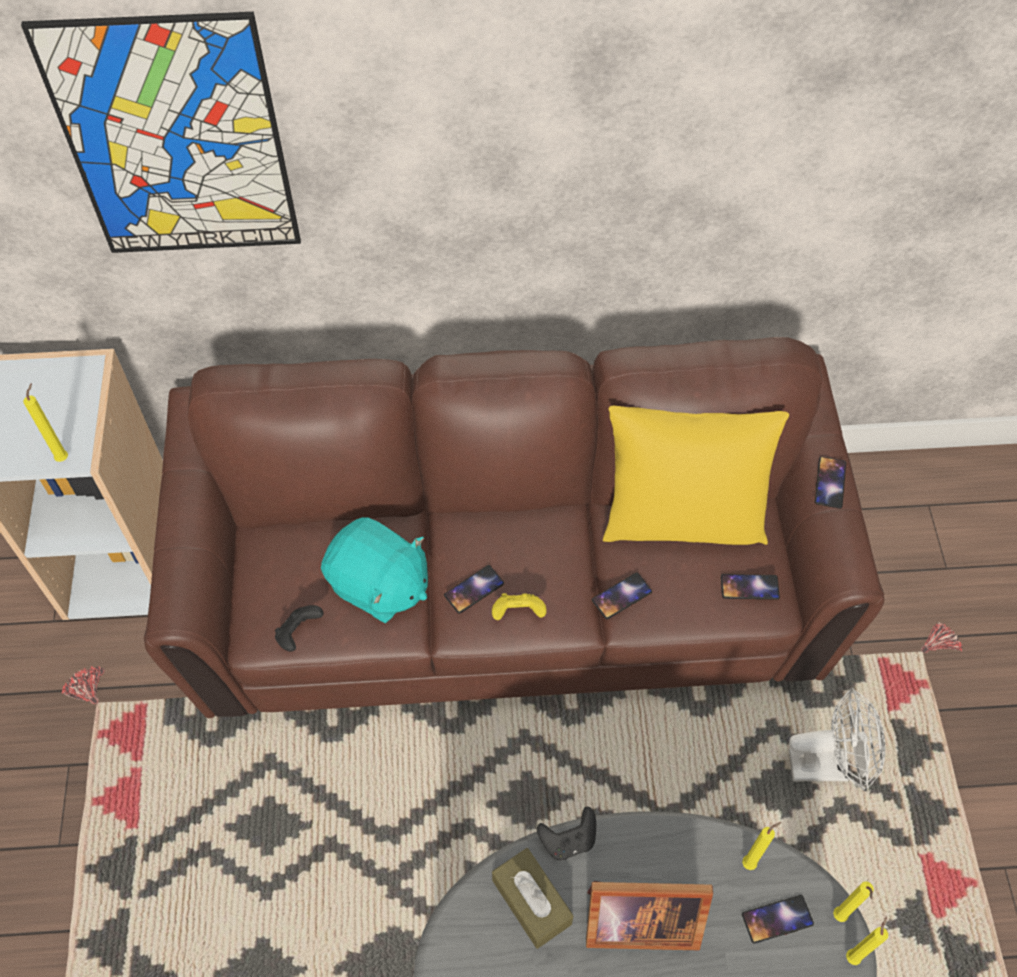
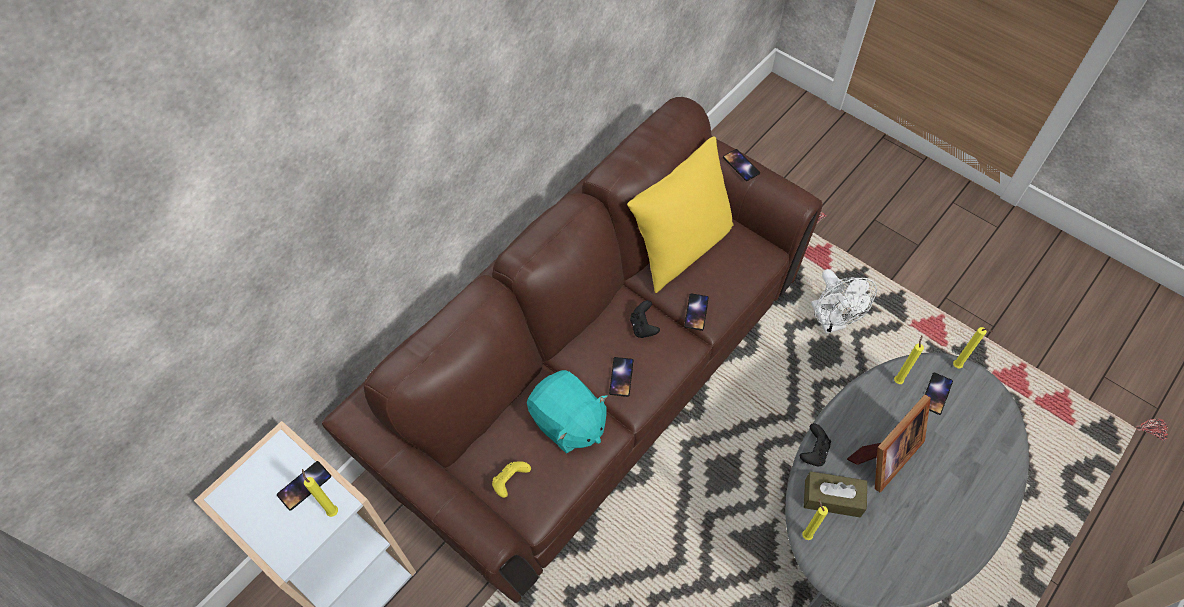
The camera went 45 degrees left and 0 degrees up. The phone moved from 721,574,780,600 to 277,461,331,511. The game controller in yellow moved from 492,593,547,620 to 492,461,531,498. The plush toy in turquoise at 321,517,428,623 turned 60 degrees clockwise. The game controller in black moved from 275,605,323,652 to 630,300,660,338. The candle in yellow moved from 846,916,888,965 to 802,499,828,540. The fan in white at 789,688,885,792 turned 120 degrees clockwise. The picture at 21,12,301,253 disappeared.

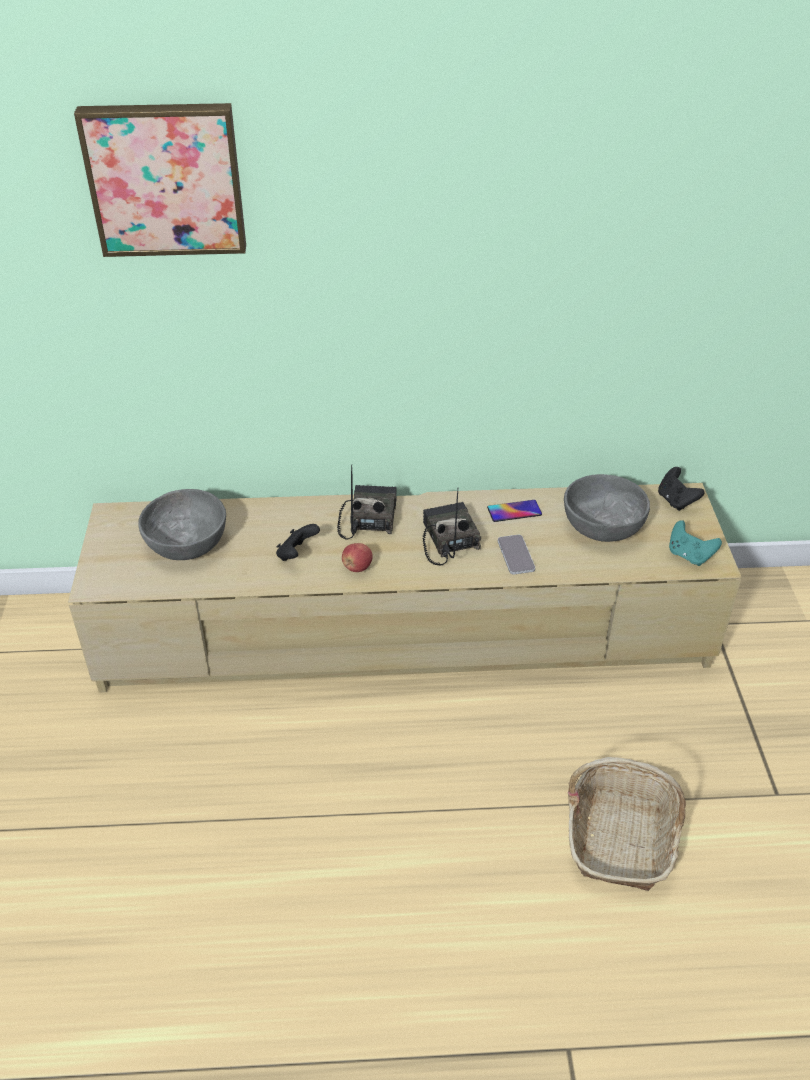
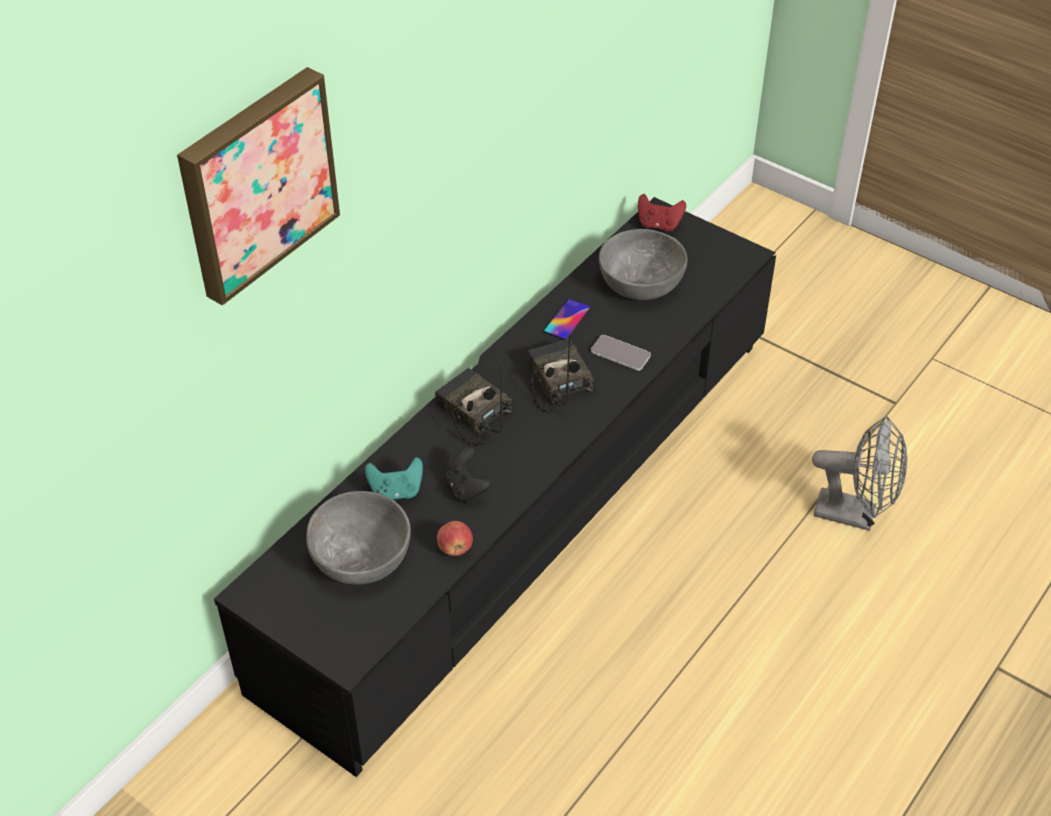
The camera went 50 degrees left and 5 degrees up. The tv stand in beige at 68,483,742,692 became the tv stand in black at 214,197,776,777. The game controller in turquoise moved from 669,520,722,566 to 365,457,423,499. The apple moved from 342,543,373,572 to 437,521,473,556. The radio at 422,487,481,566 turned 45 degrees clockwise. The game controller in black at 658,467,705,511 became the game controller in red at 638,194,686,232. The basket at 568,757,686,891 was replaced by the fan in grey at 812,416,907,531.

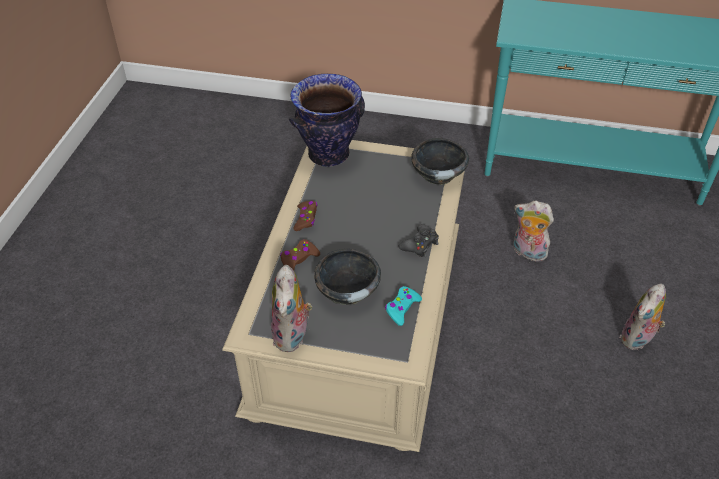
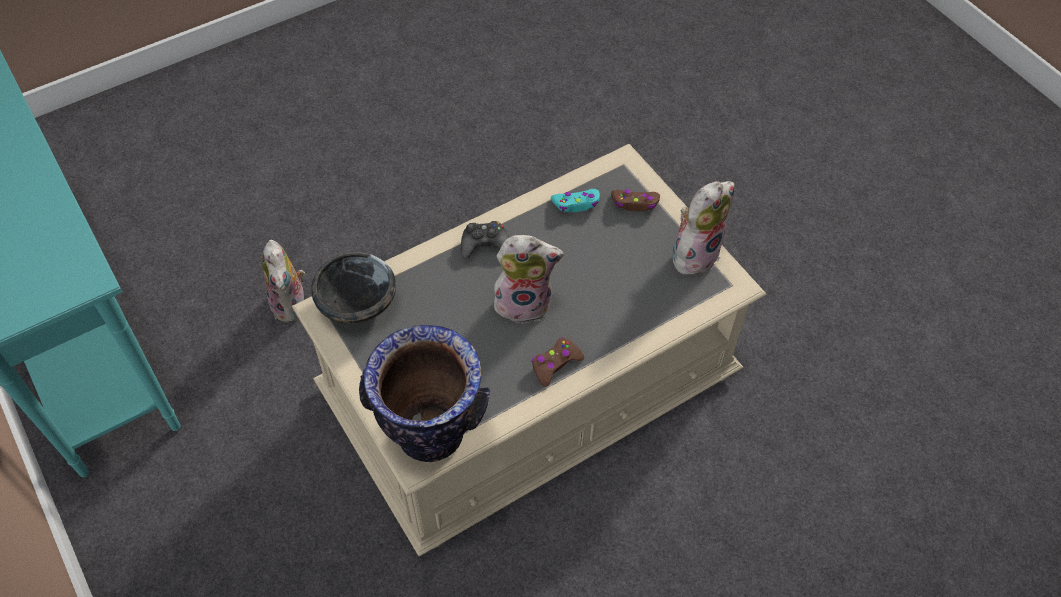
The camera went 135 degrees left and 10 degrees up. The plush toy moved from 620,284,666,350 to 494,235,564,324. The game controller in brown moved from 280,239,320,271 to 611,189,660,211. The bowl in black at 314,249,381,305 disappeared.

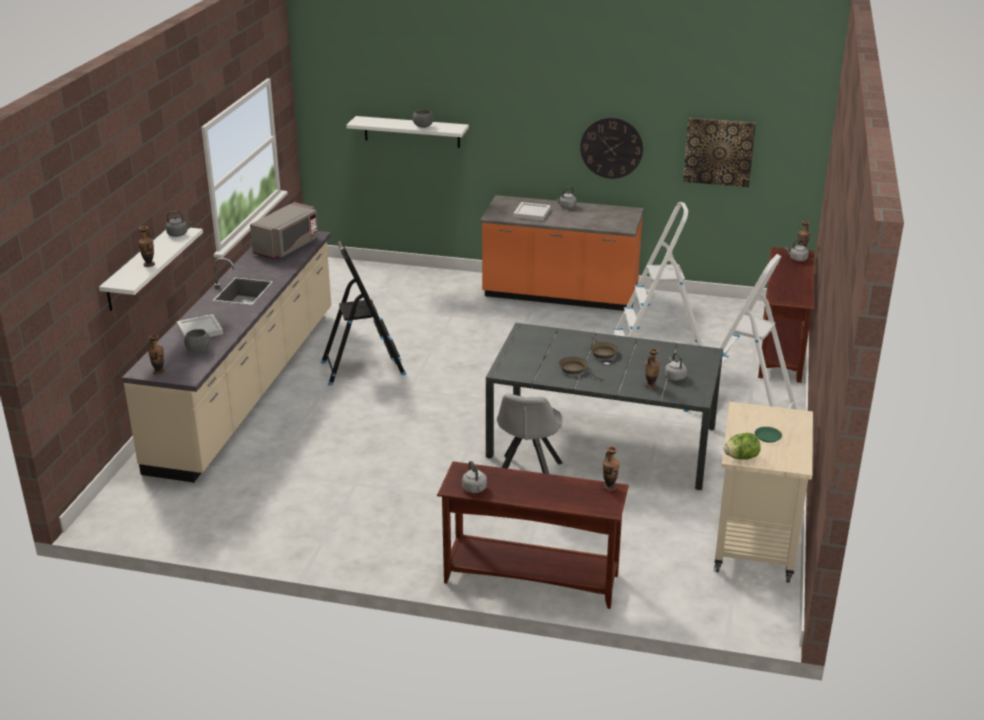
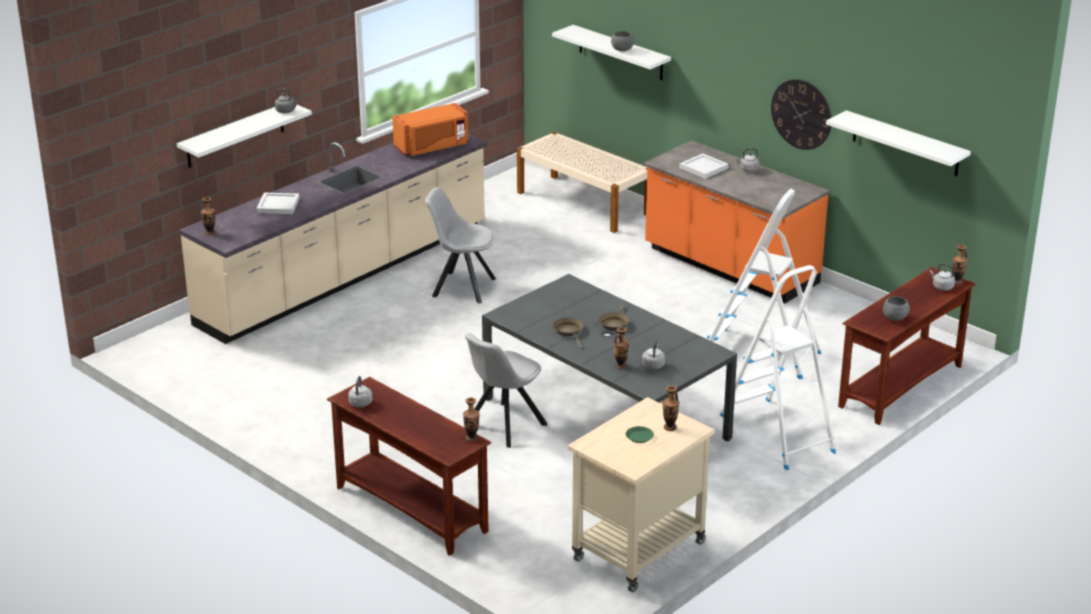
The camera went 30 degrees right and 0 degrees up. The microwave in grey at 250,202,318,259 became the microwave in orange at 392,103,468,156. The step ladder in black at 321,240,406,386 was replaced by the chair in grey at 425,187,496,303. The bench in beige at 517,132,647,233 appeared. The vase moved from 138,226,155,267 to 663,385,680,431. The picture at 683,118,756,187 was replaced by the shelf in white at 826,110,971,176. The bowl in grey moved from 184,329,210,353 to 883,296,910,321. The lettuce at 724,433,761,460 disappeared.

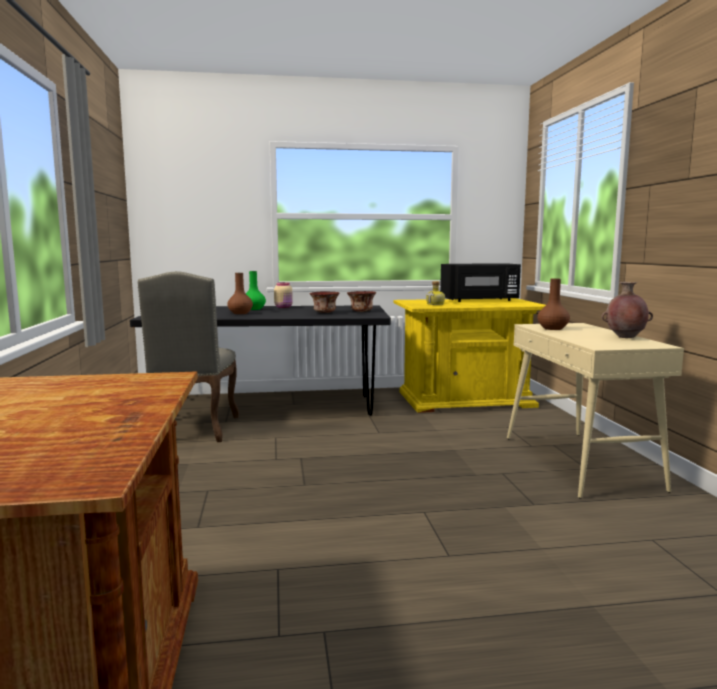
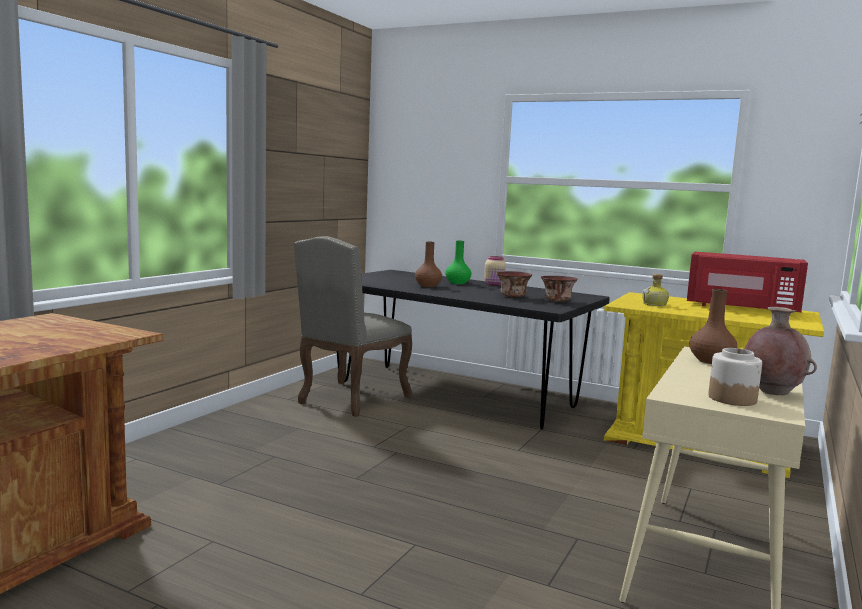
The camera went 35 degrees right and 0 degrees up. The microwave in black at 440,263,521,302 became the microwave in red at 687,252,808,312. The jar at 708,348,762,406 appeared.

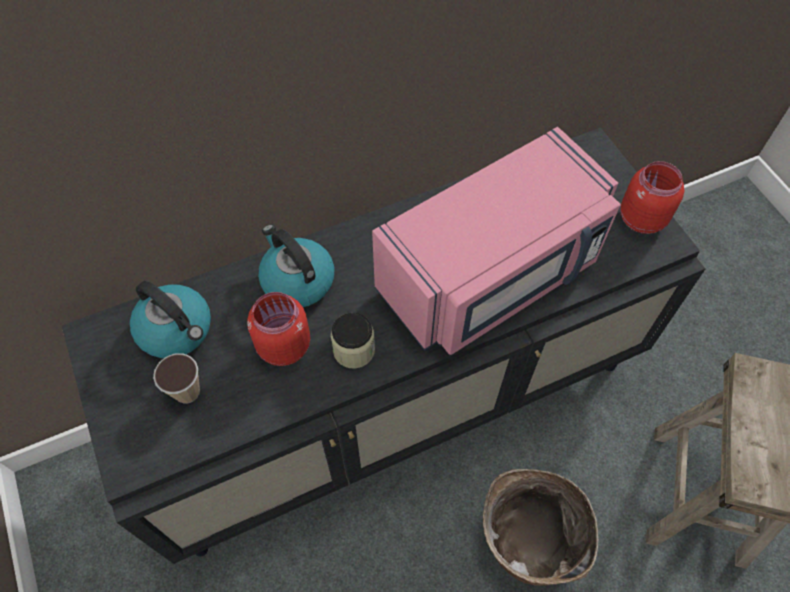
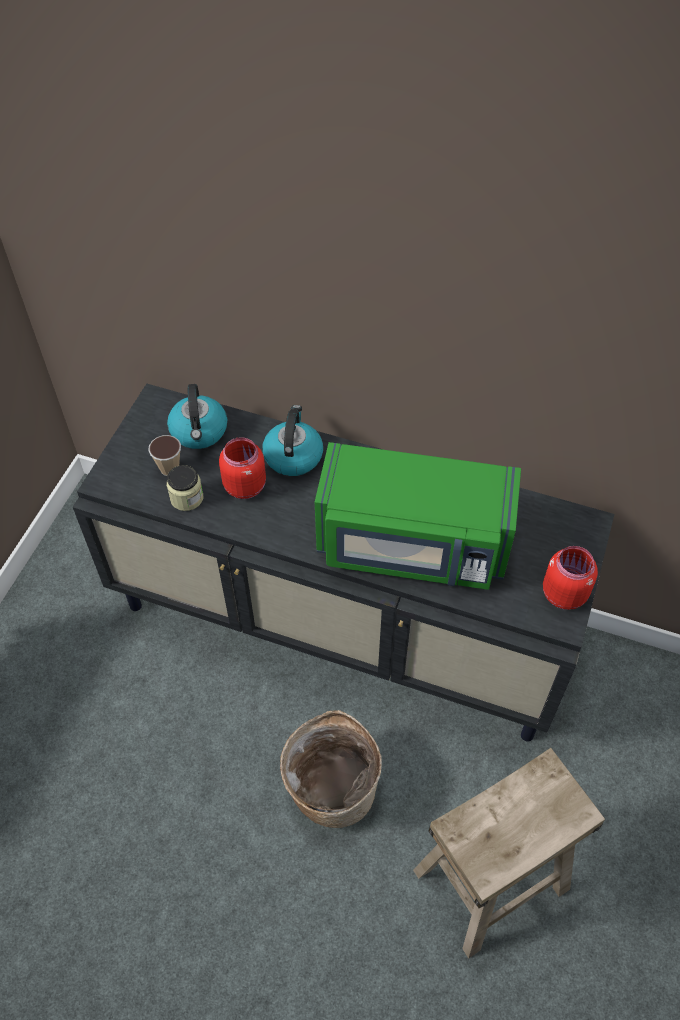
The camera went 45 degrees right and 5 degrees down. The jar moved from 331,313,375,369 to 167,465,203,511. The microwave in pink at 372,127,620,355 became the microwave in green at 315,442,521,590.

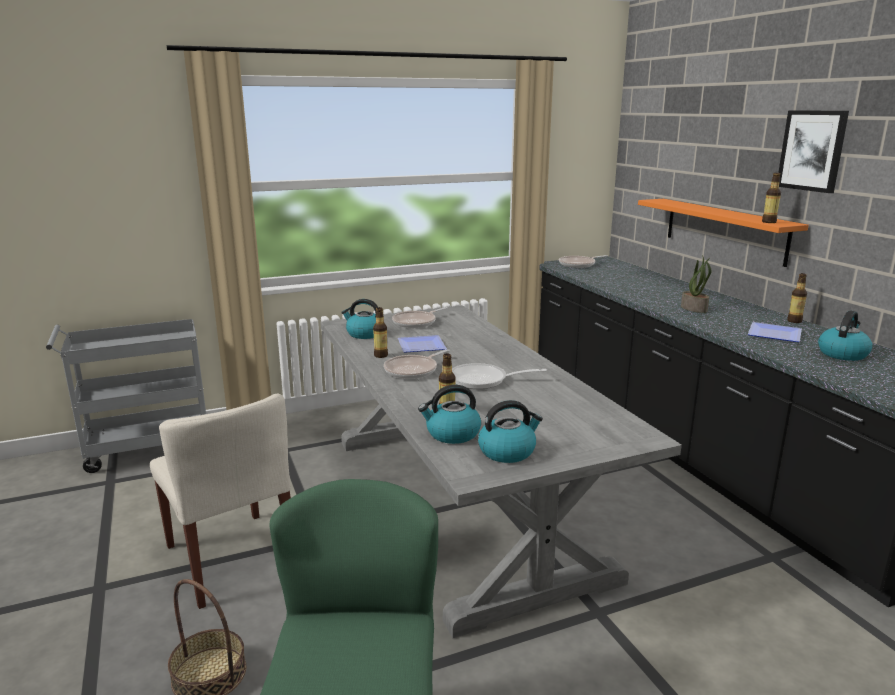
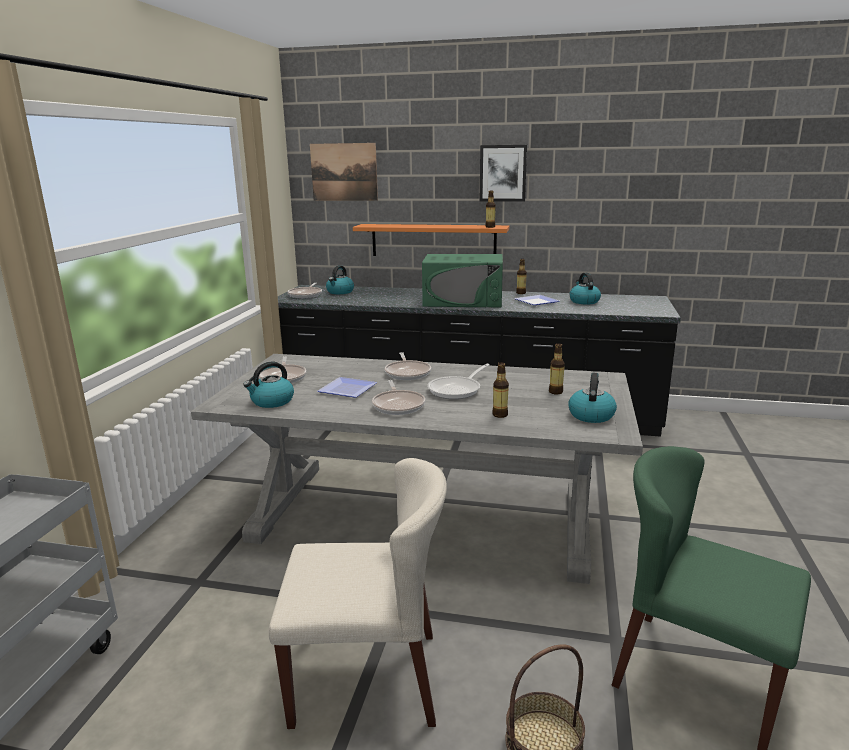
The camera went 55 degrees left and 0 degrees up. The picture at 310,143,378,201 appeared. The kettle moved from 418,385,481,444 to 326,265,354,294. The frying pan at 385,352,431,380 appeared. The potted plant at 681,255,712,313 was replaced by the microwave in green at 422,254,503,307. The bottle moved from 373,307,388,358 to 549,343,565,394.

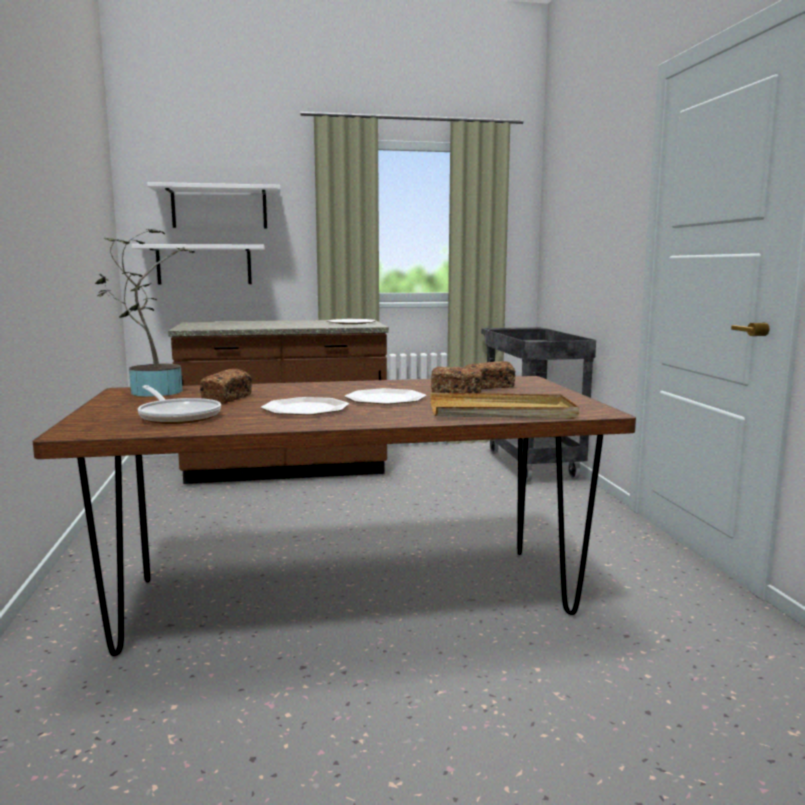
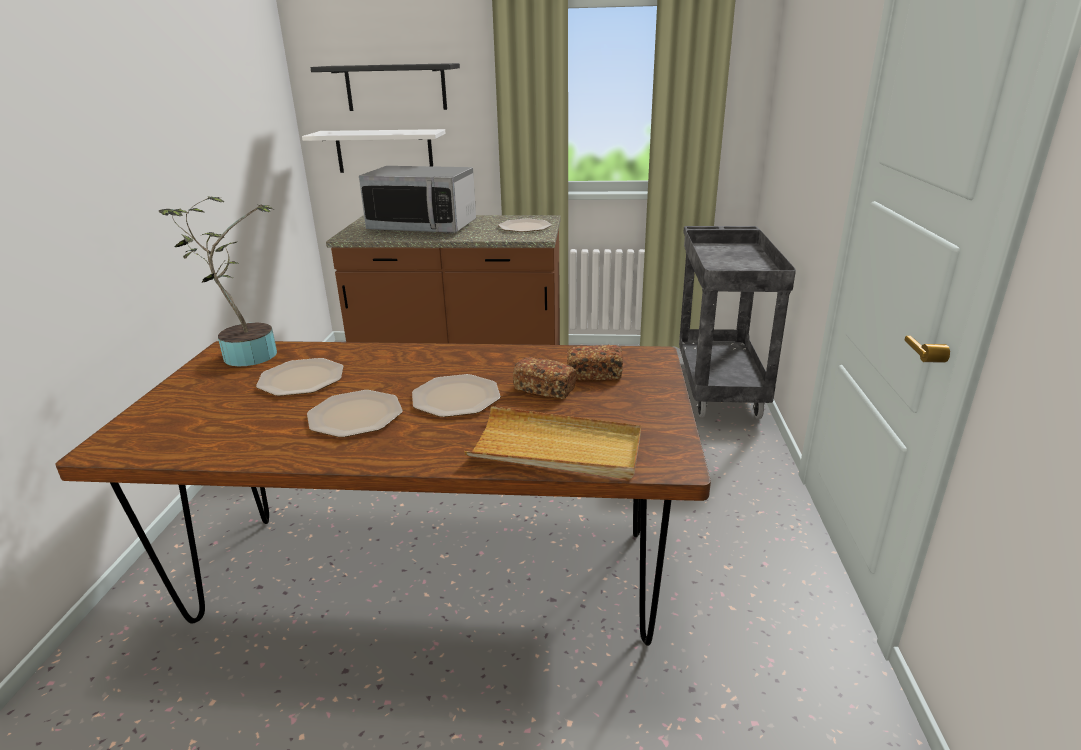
The camera went 15 degrees right and 15 degrees up. The bread at 200,369,252,403 was replaced by the plate at 256,358,344,396. The shelf in white at 147,182,281,229 became the shelf in black at 310,63,460,111. The microwave at 359,166,476,233 appeared. The frying pan at 138,385,221,424 disappeared.

